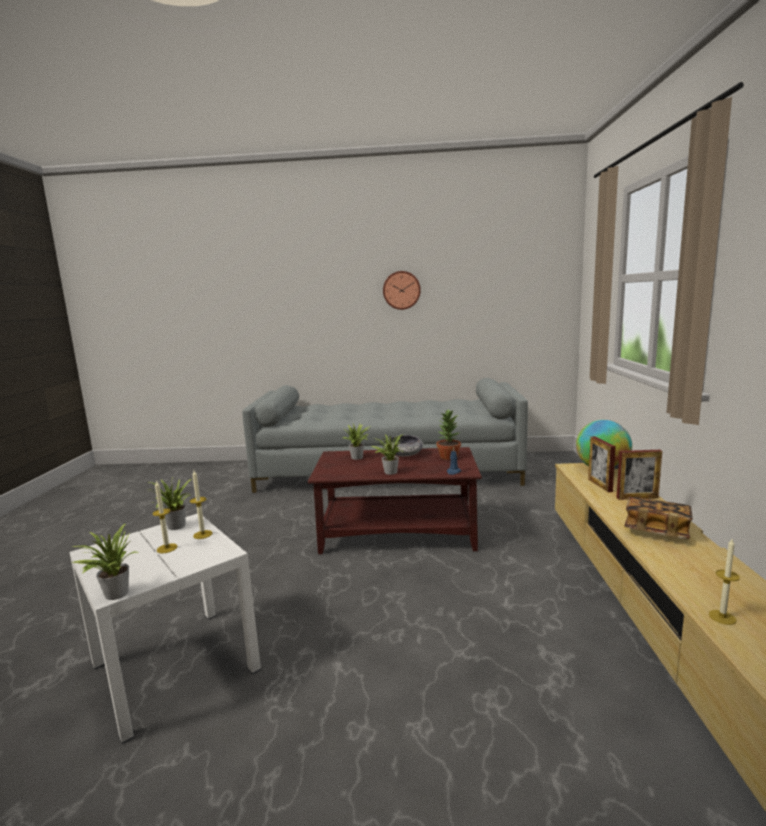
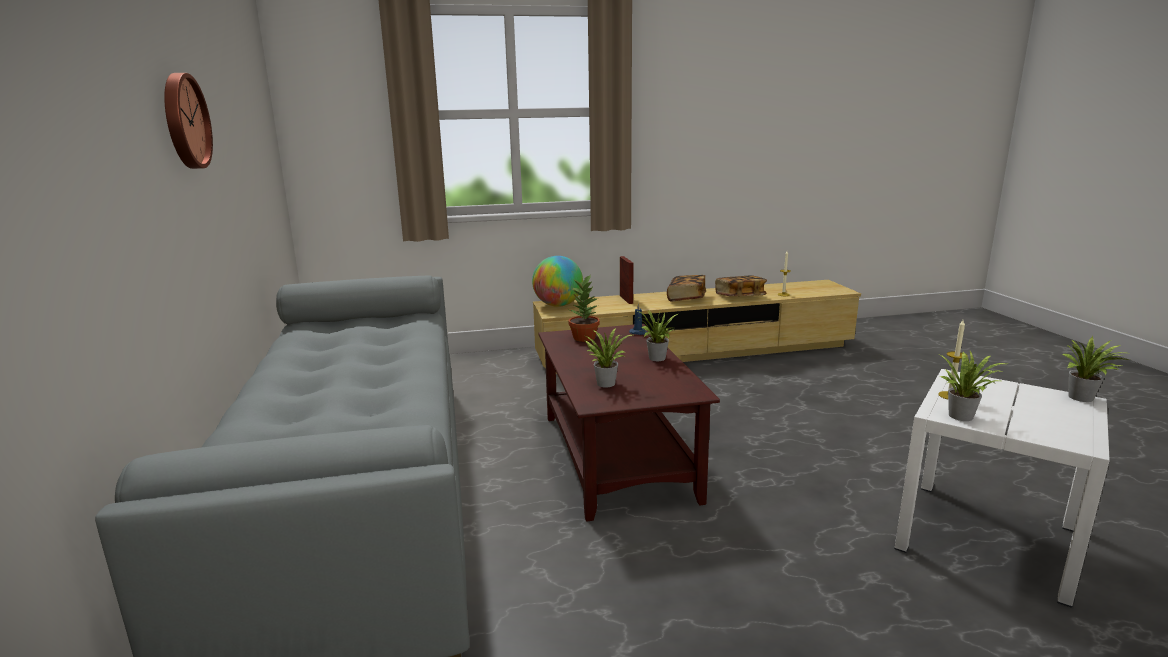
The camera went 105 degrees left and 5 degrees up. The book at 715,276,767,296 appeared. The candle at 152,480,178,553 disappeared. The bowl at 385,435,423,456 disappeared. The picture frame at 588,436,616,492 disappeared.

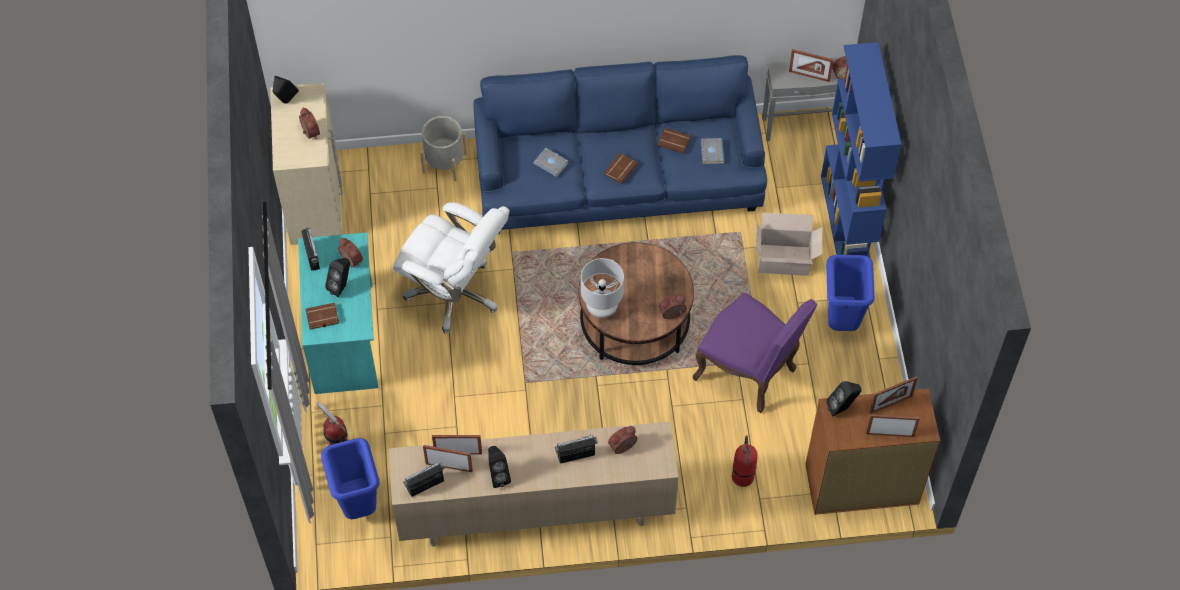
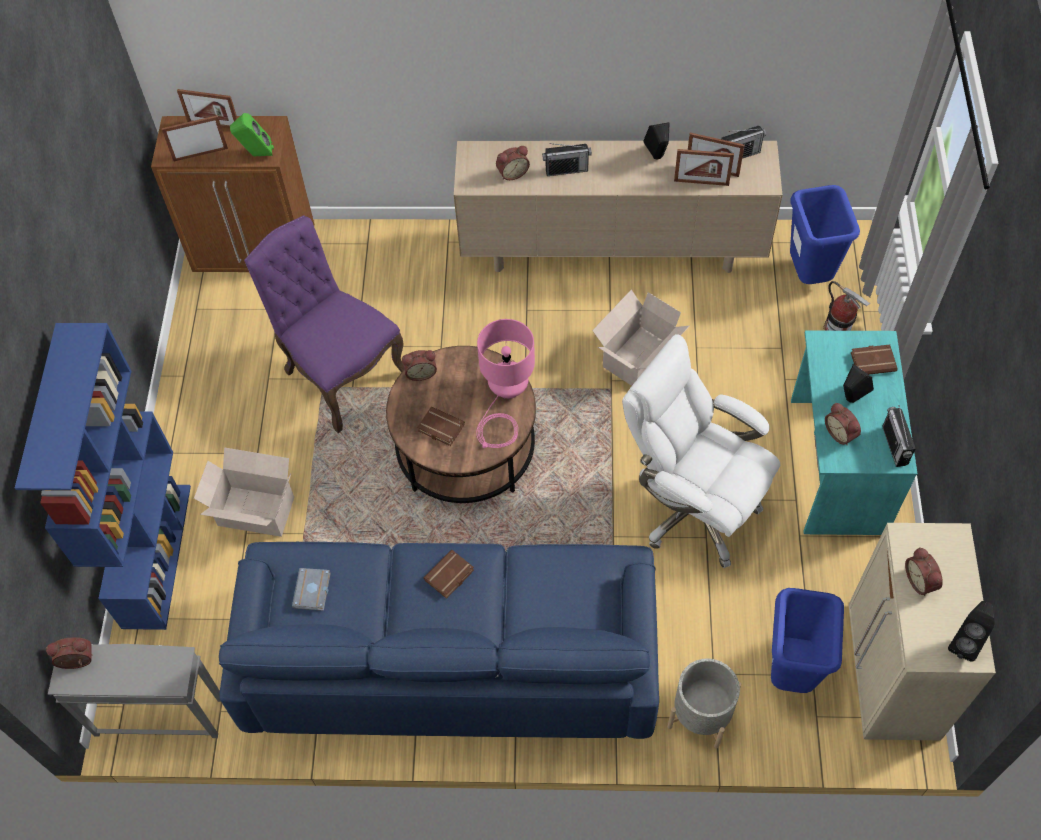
The camera went 170 degrees left and 0 degrees up. The speaker in black at 826,381,861,417 became the speaker in green at 230,113,274,157. The book in brown moved from 657,128,691,154 to 417,407,465,446. The table lamp in grey at 581,258,624,318 became the table lamp in pink at 476,319,535,448. The cardboard box at 592,290,689,386 appeared. The trash can in blue moved from 826,255,875,331 to 771,588,844,693. The book in grey at 533,148,569,177 disappeared. The fire extinguisher at 732,435,758,487 disappeared. The picture frame at 789,49,834,82 disappeared.

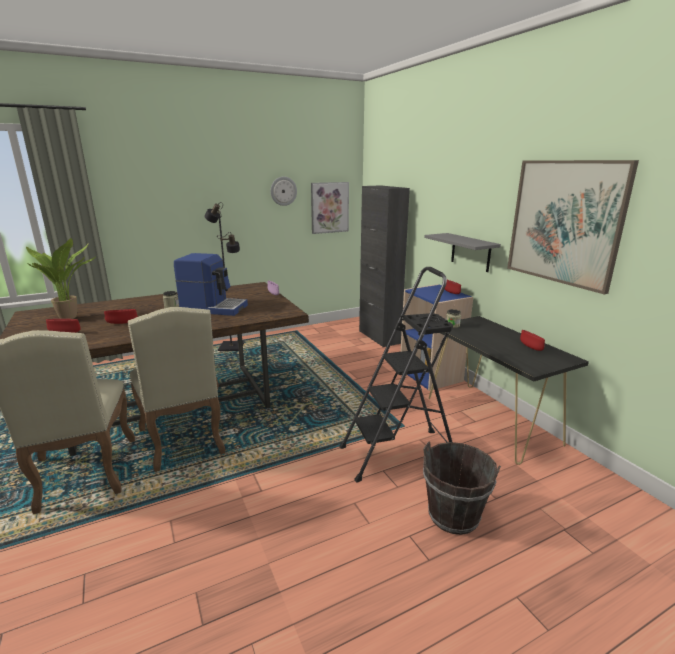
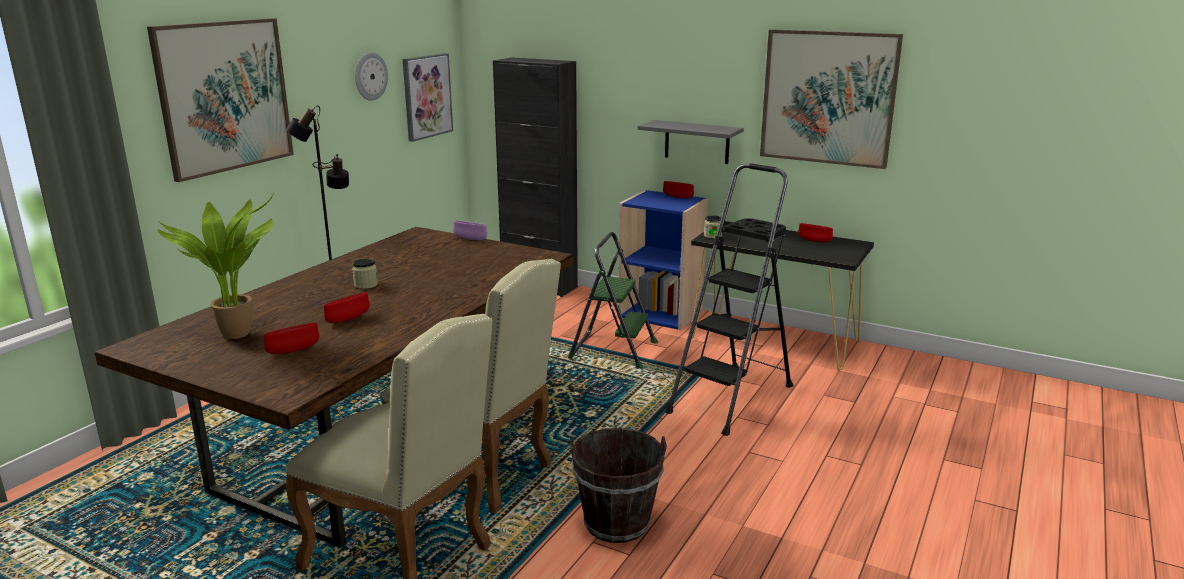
The camera went 35 degrees left and 0 degrees up. The picture at 147,18,294,182 appeared. The step ladder in green at 568,232,658,368 appeared. The bucket in brown moved from 423,442,501,535 to 570,428,667,543. The coffee machine at 174,253,248,316 disappeared.

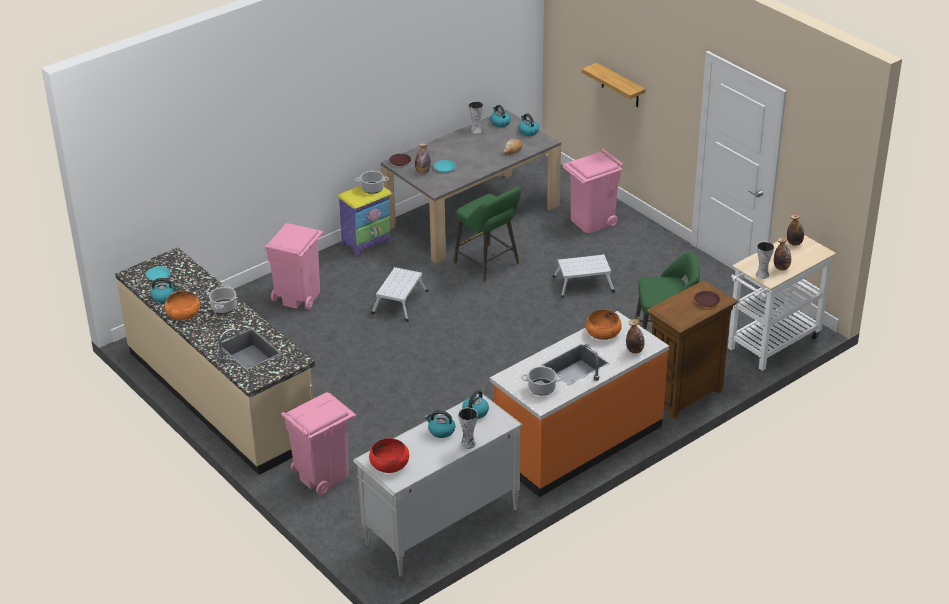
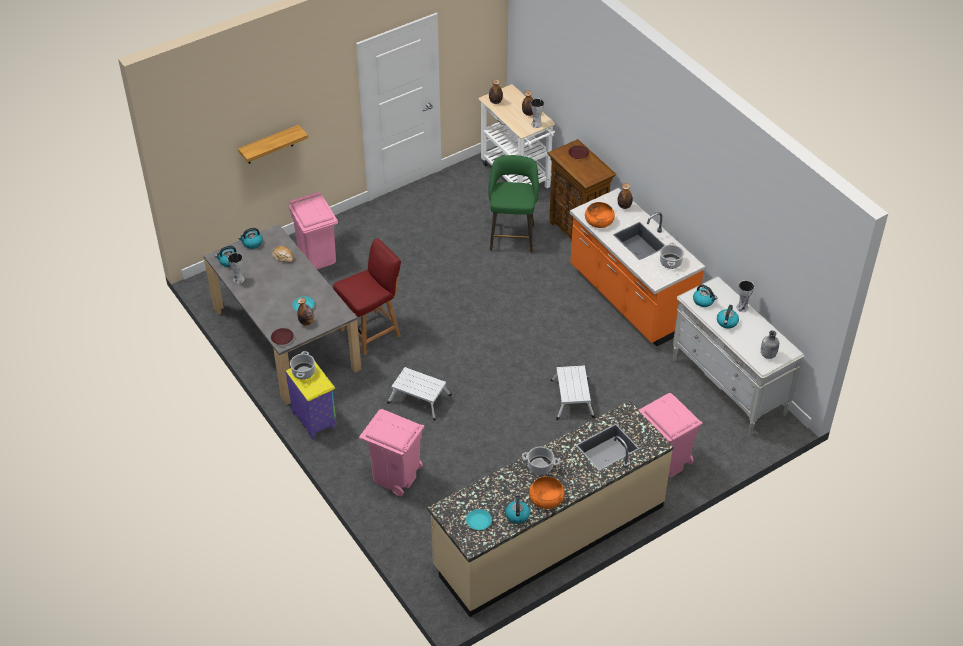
The camera went 85 degrees left and 10 degrees up. The stool in green at 454,186,521,282 was replaced by the chair in red at 333,238,401,355. The step ladder in white moved from 552,254,615,299 to 550,365,595,421. The bowl in red at 369,438,409,473 was replaced by the bottle in grey at 761,330,779,359.

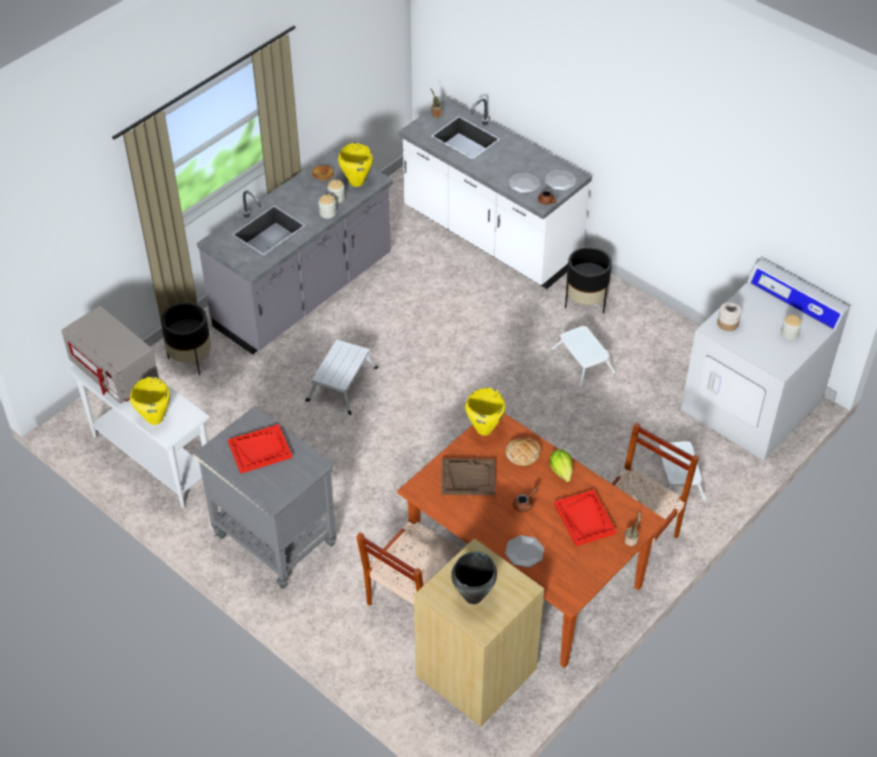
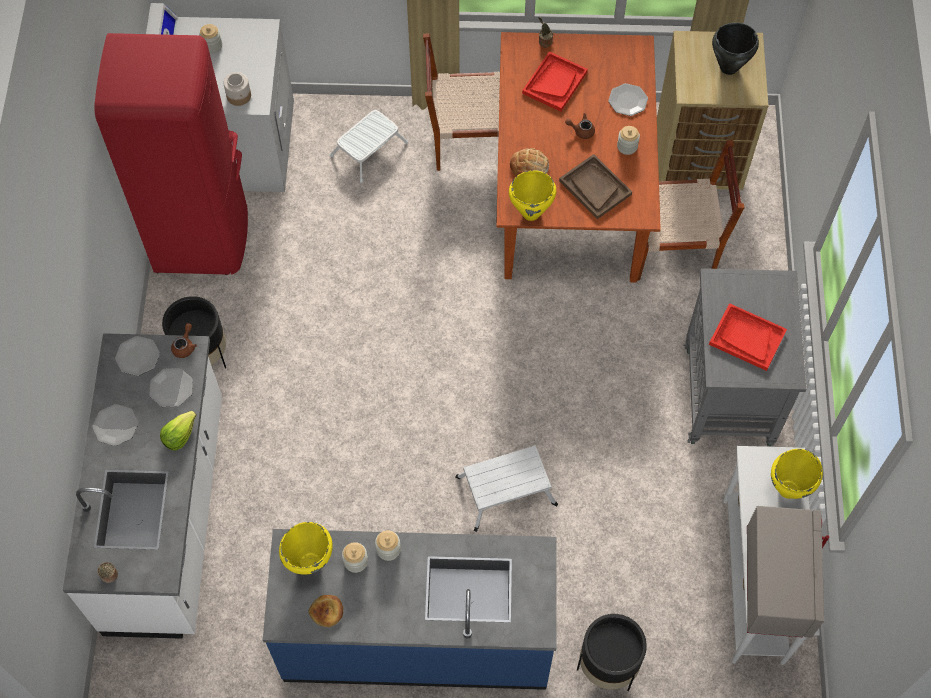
The camera went 130 degrees left and 15 degrees up. The plate at 92,404,138,446 appeared. The fridge in red at 94,33,248,275 appeared. The lettuce moved from 549,449,573,482 to 160,411,196,451. The counter in grey at 197,147,393,355 became the counter in blue at 263,529,557,690. The jar at 617,126,640,155 appeared. The step ladder in white at 551,326,616,386 disappeared.

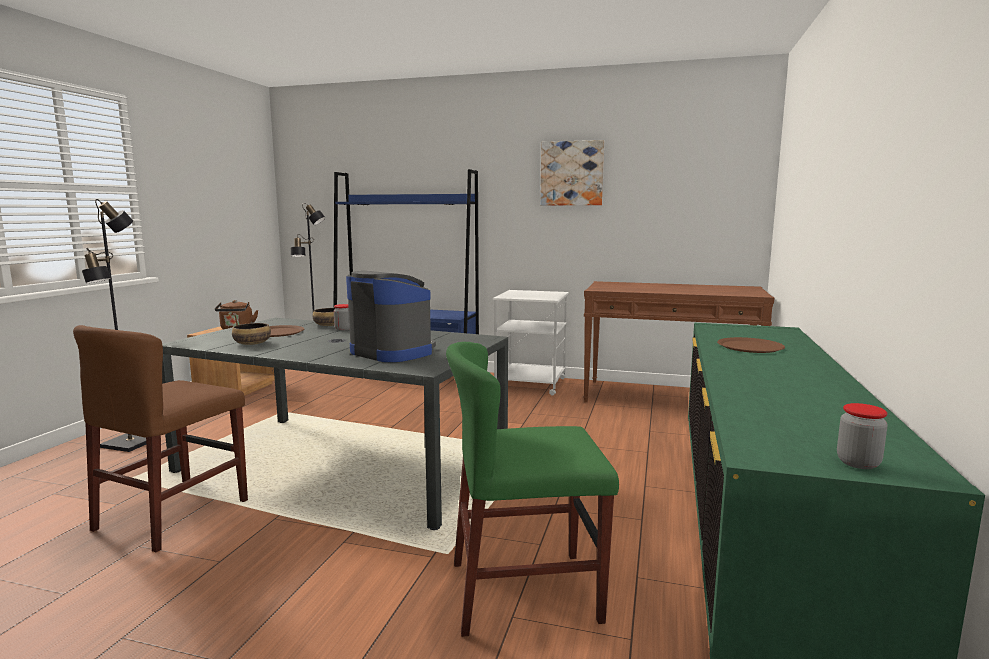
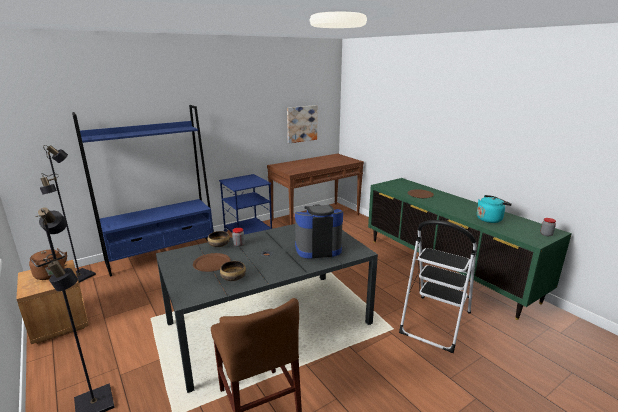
The camera went 50 degrees left and 10 degrees up. The cart in white at 493,290,569,395 became the cart in blue at 219,174,272,235. The picture moved from 540,140,604,205 to 287,105,318,143. The chair in green at 446,342,619,637 was replaced by the step ladder at 399,220,477,353. The kettle in turquoise at 477,195,512,223 appeared.

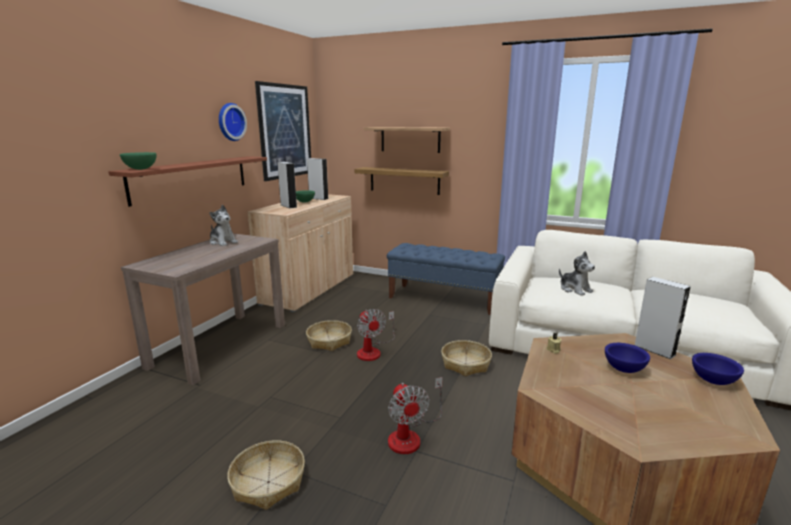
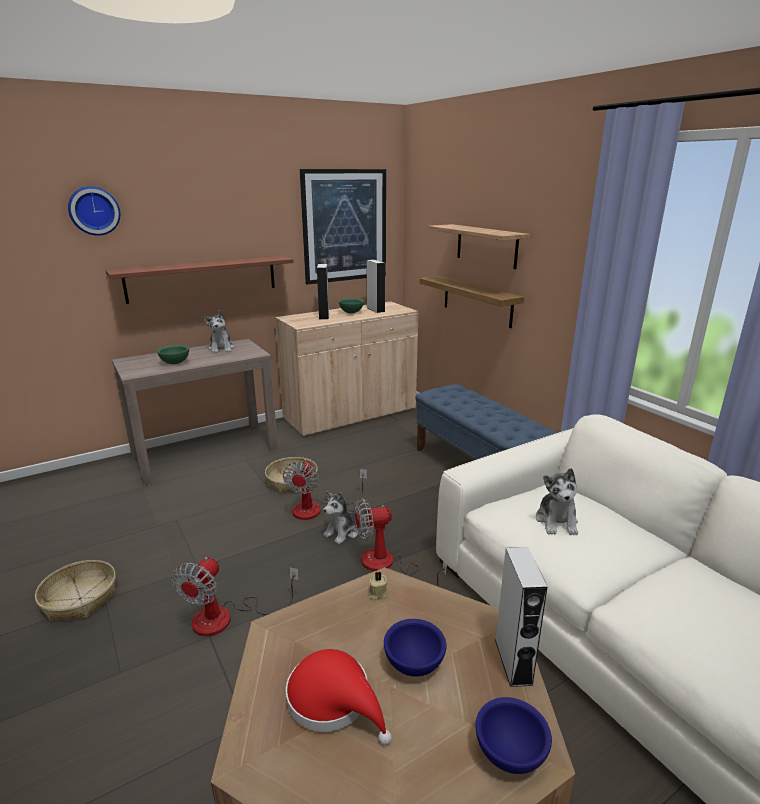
The camera went 35 degrees right and 5 degrees up. The wall clock moved from 219,103,247,141 to 68,186,120,236. The bowl in green moved from 120,152,157,170 to 157,345,189,364. The hat in red at 286,649,392,745 appeared. The plush toy at 323,491,361,544 appeared. The basket at 441,340,492,376 was replaced by the fan at 354,498,447,586.

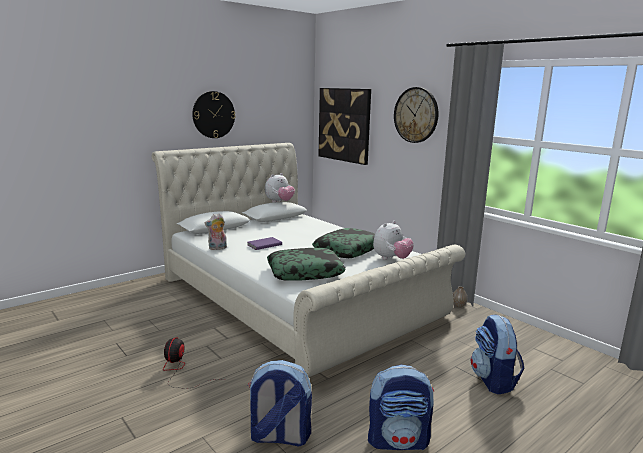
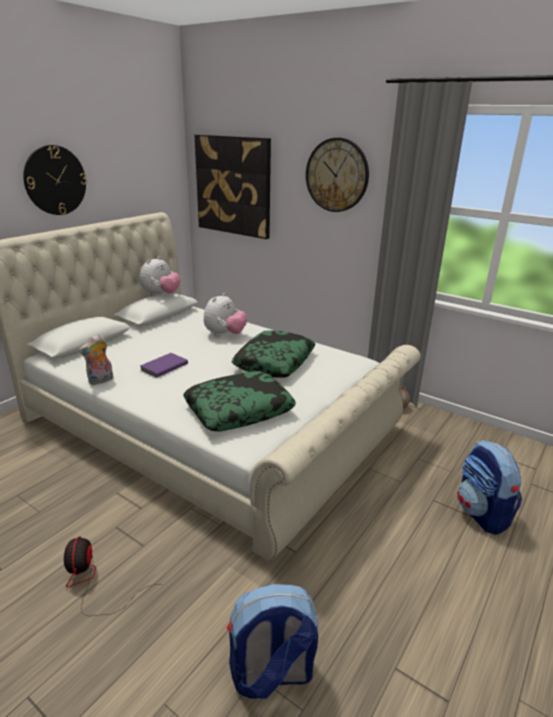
The camera went 15 degrees left and 10 degrees up. The plush toy moved from 373,221,414,260 to 204,293,247,337. The backpack at 368,365,434,450 disappeared.

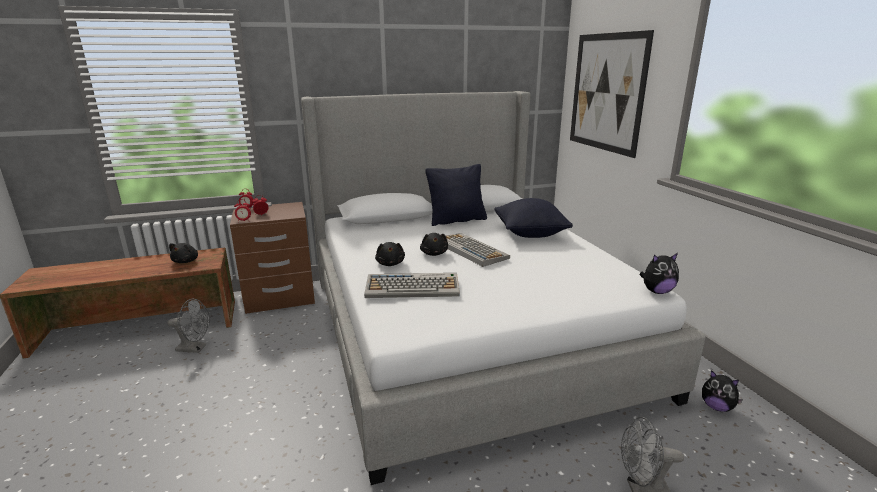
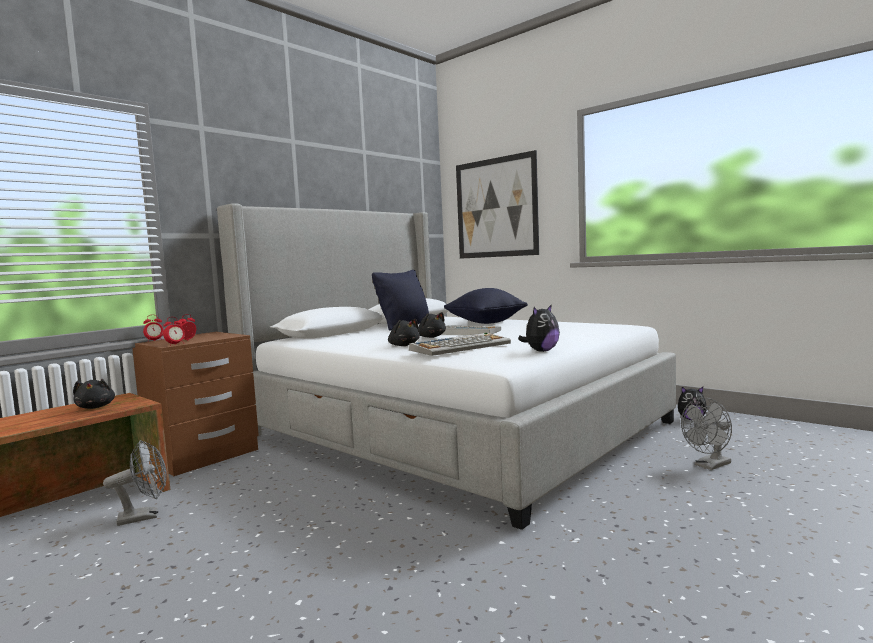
The camera went 30 degrees left and 15 degrees down. The plush toy moved from 639,253,679,294 to 518,304,560,352.

